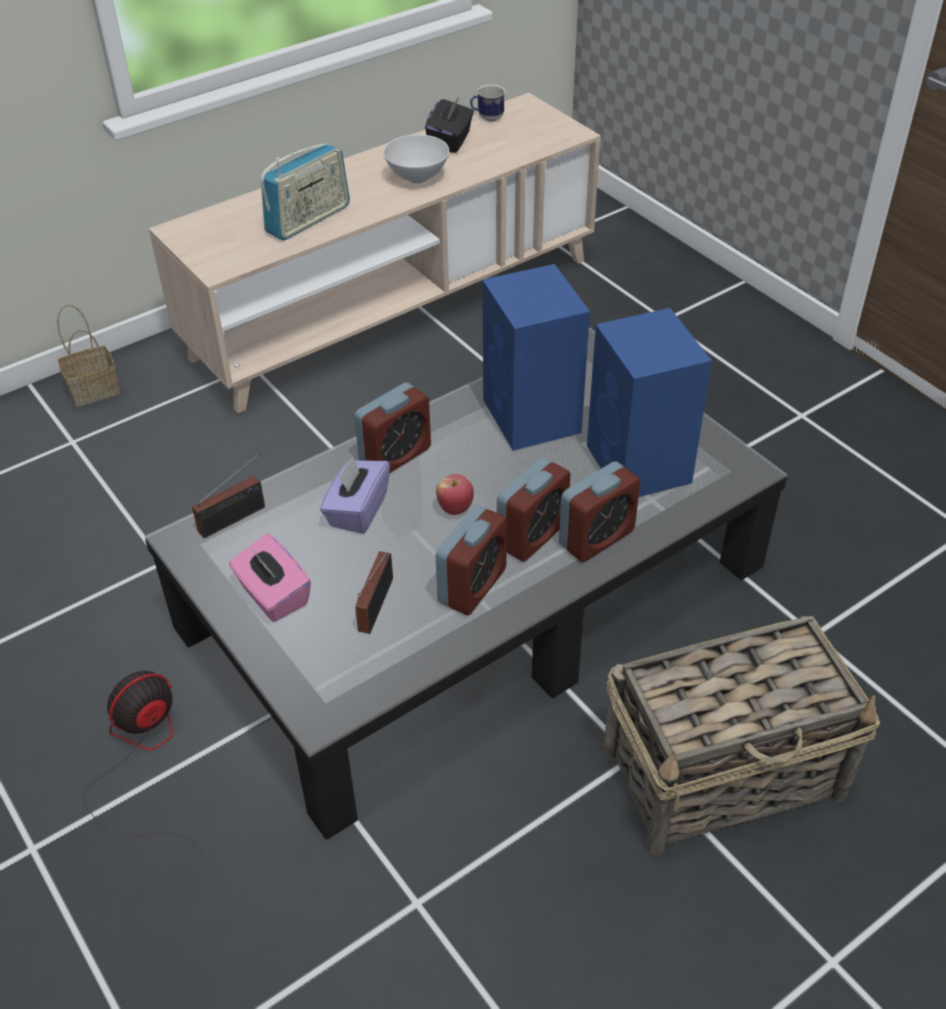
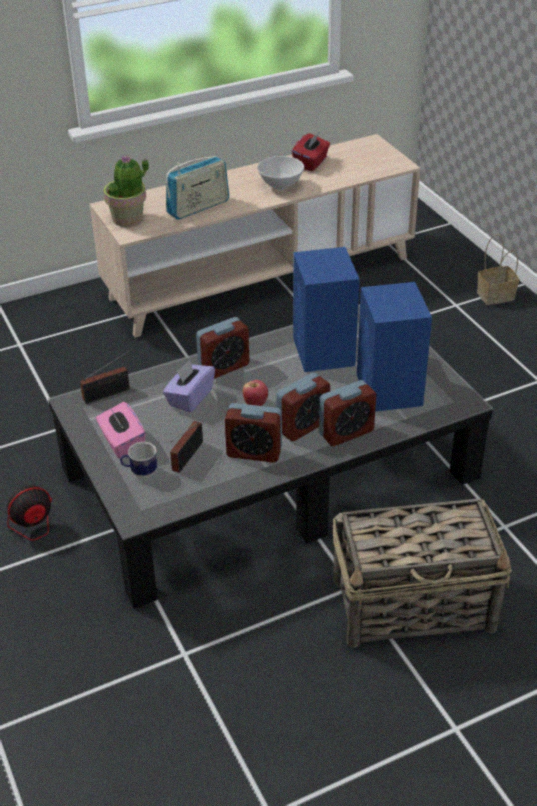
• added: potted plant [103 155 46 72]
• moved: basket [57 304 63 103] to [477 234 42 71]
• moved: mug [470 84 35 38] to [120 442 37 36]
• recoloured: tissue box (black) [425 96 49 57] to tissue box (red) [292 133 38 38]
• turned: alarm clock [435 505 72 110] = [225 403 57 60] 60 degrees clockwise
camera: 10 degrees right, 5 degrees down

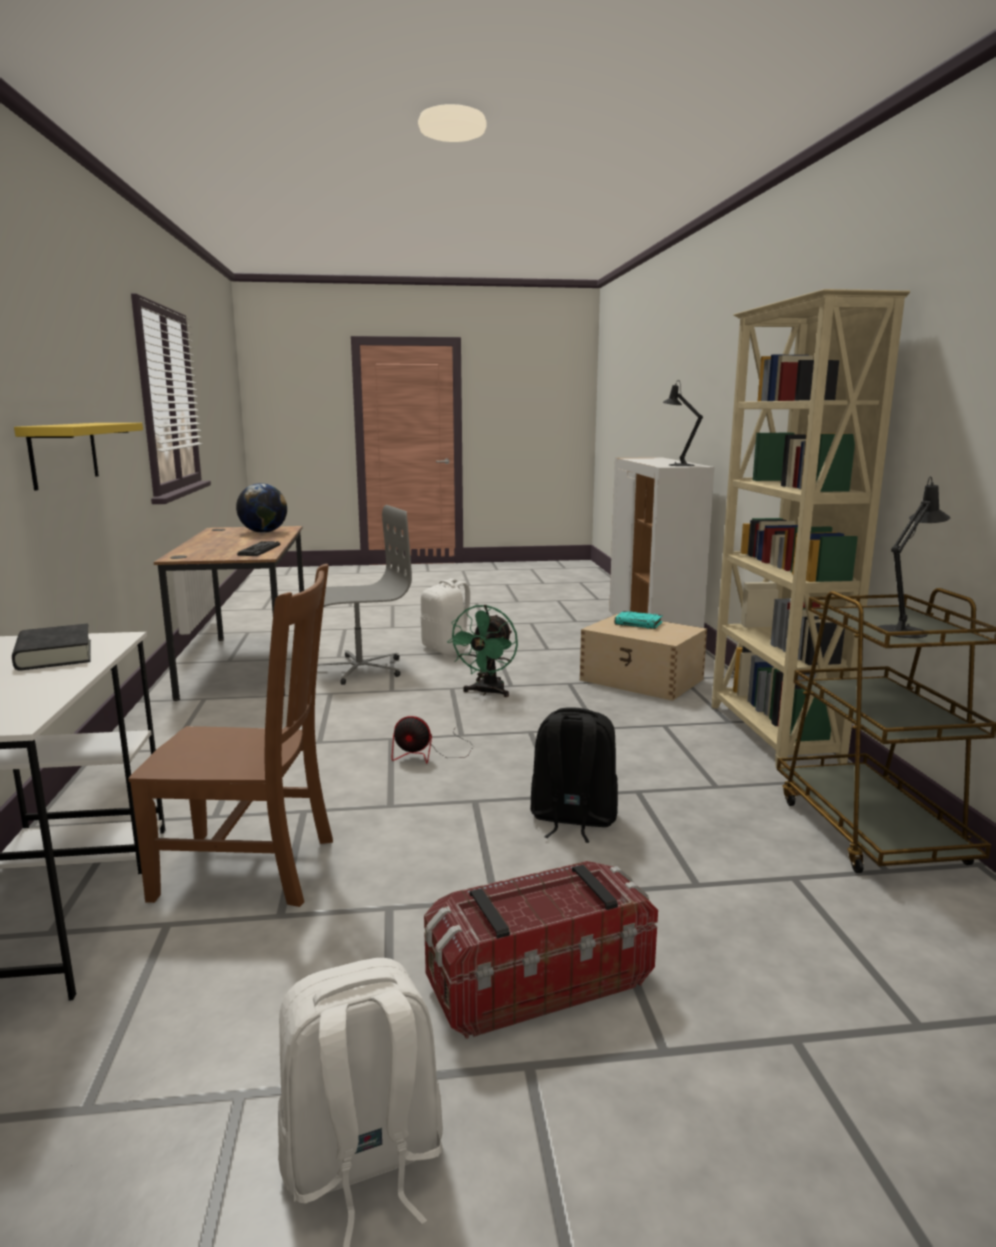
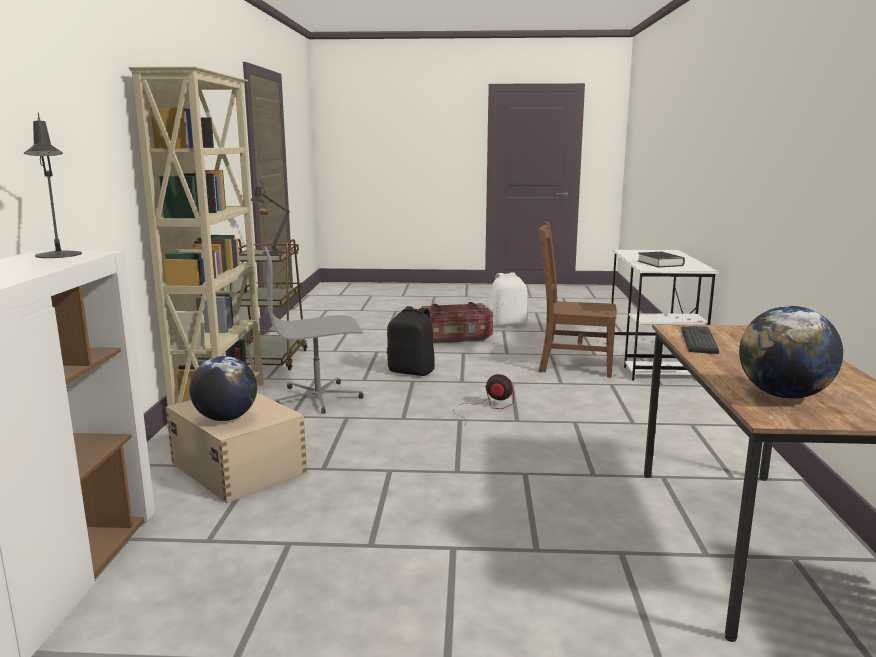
• removed: shelf (yellow) [14 423 129 68]
• removed: backpack (white) [421 578 50 77]
• removed: fan (green) [447 605 71 92]
• moved: office chair (grey) [318 505 94 180] to [265 247 99 167]
• replaced: book (turquoise) [615 611 48 18] to globe [189 356 68 65]
camera: 170 degrees left, 0 degrees up

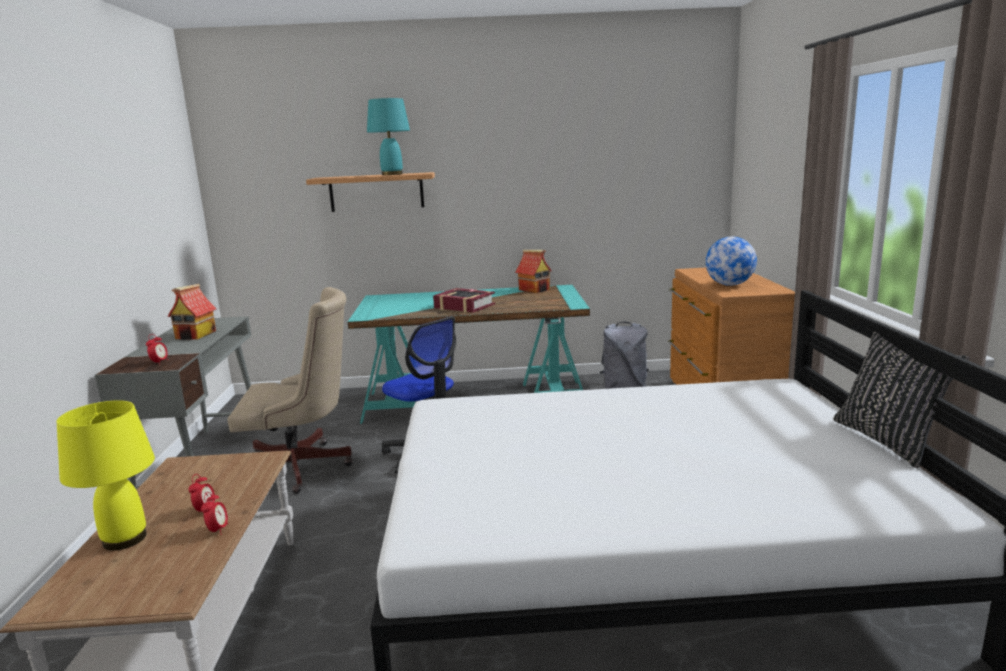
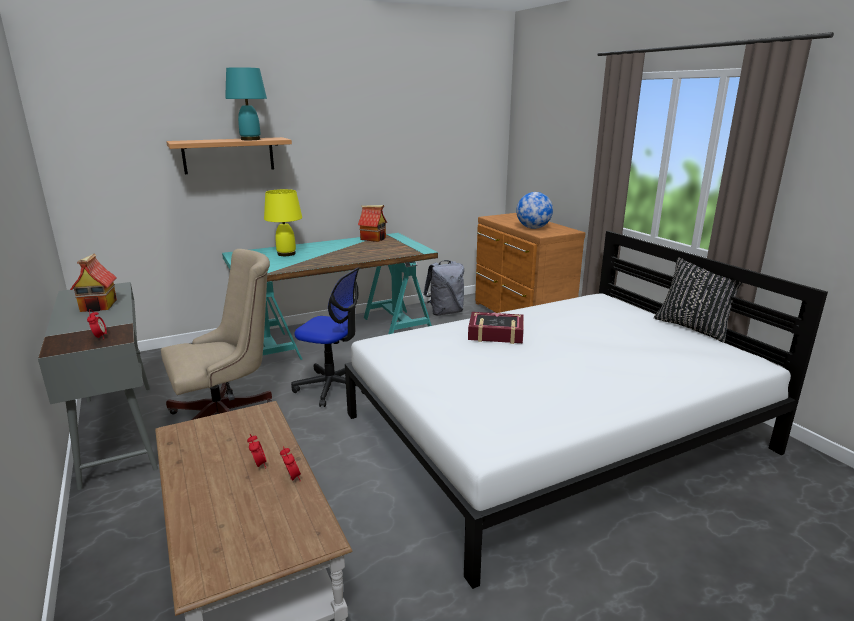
• moved: table lamp (yellow) [57 400 98 151] to [264 189 38 67]
• moved: book [433 288 62 25] to [468 312 56 32]
camera: 25 degrees left, 5 degrees up

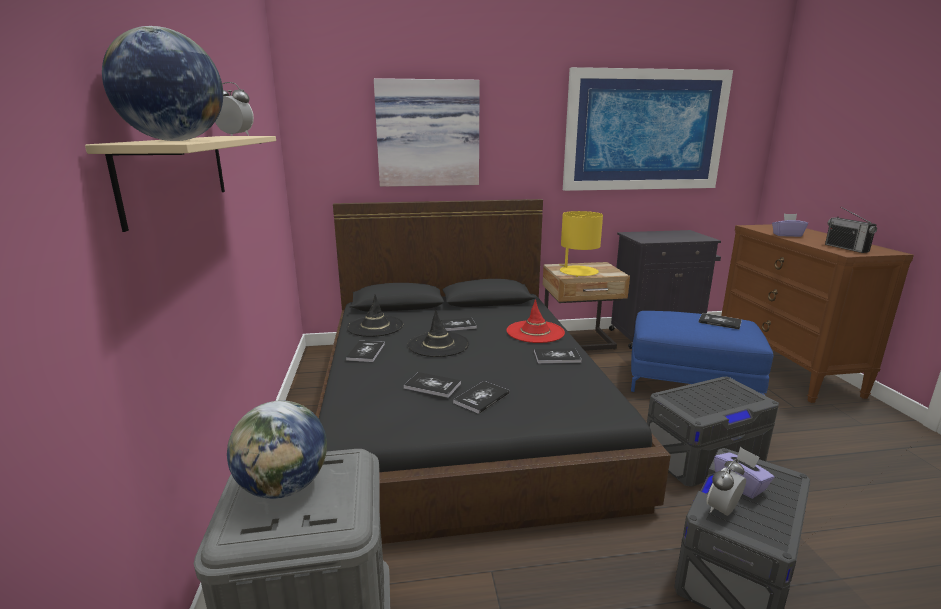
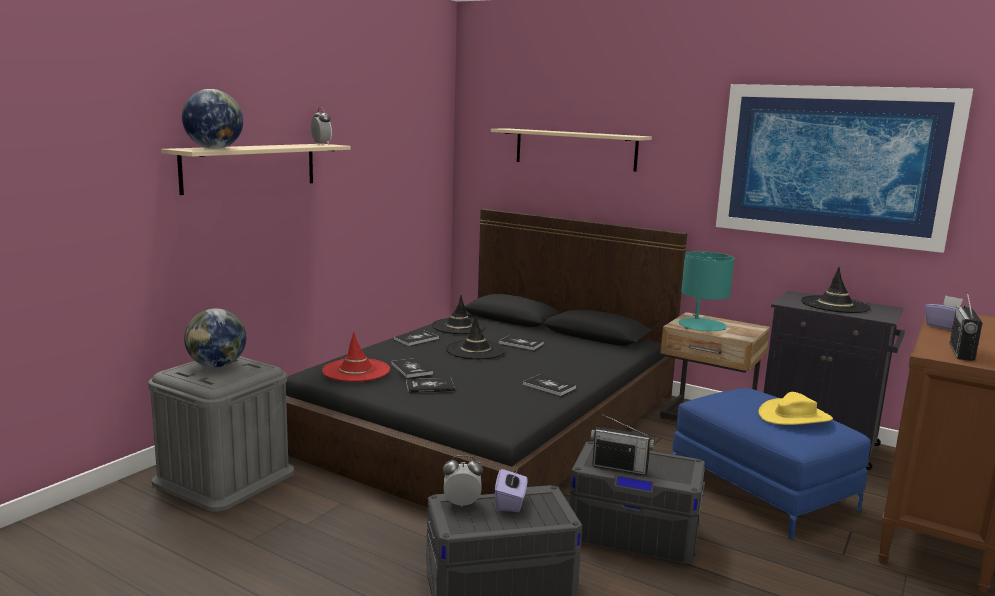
• added: radio [591 414 63 61]
• added: hat (black) [801 267 70 46]
• moved: hat (red) [507 299 58 44] to [322 332 68 50]
• replaced: picture [374 78 106 109] to shelf (beige) [491 128 161 44]
• replaced: book [698 313 44 17] to hat (yellow) [758 392 75 33]
• recoloured: table lamp (yellow) [559 211 44 66] to table lamp (turquoise) [678 251 56 80]
camera: 40 degrees right, 5 degrees down

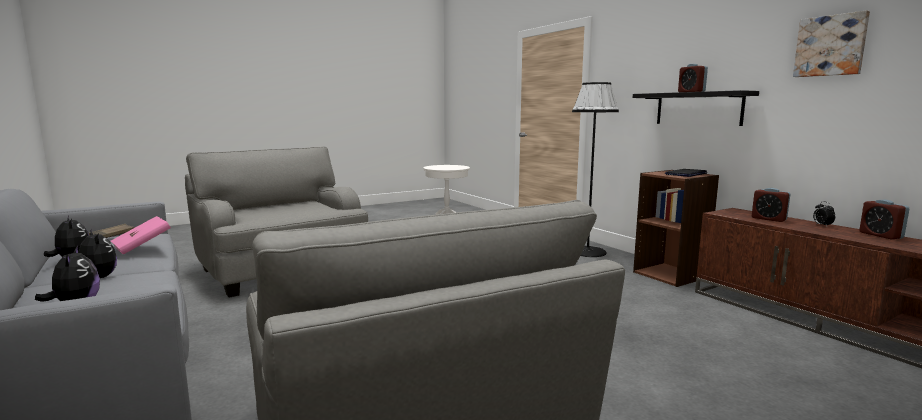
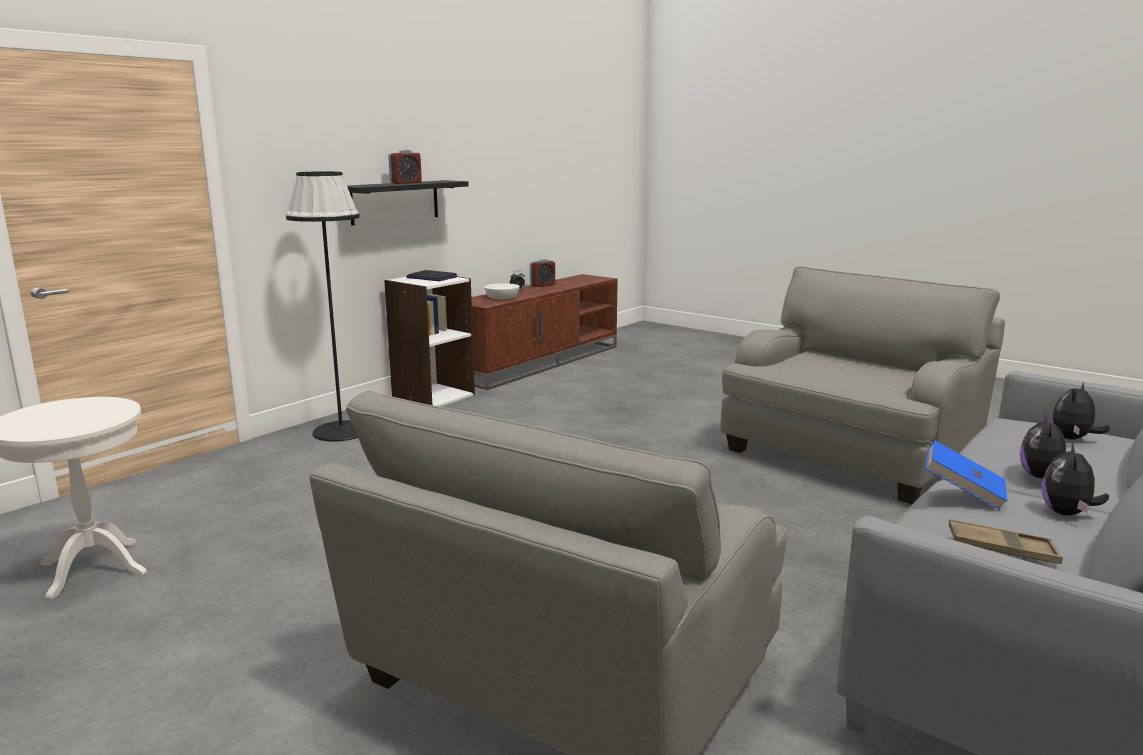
• removed: picture [793 10 77 67]
• replaced: alarm clock [752 188 39 34] to bowl (white) [484 283 36 16]
• recoloured: book (pink) [111 216 60 39] to book (blue) [926 440 81 70]
• recoloured: bookcase (brown) [633 170 86 117] to bookcase (white) [384 276 91 131]
camera: 110 degrees left, 5 degrees up

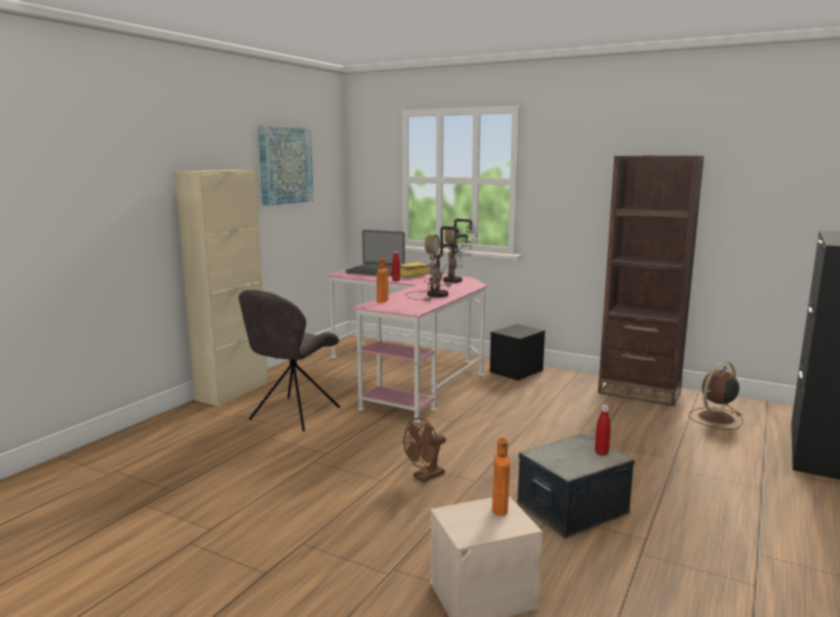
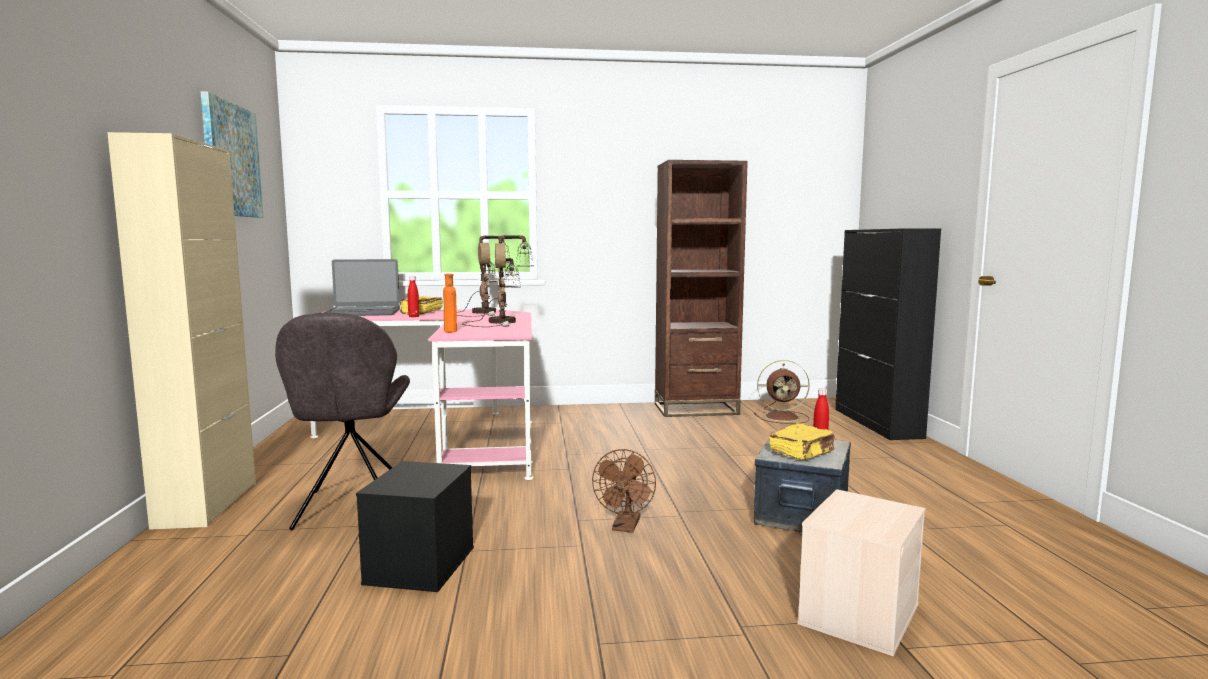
• removed: bottle (orange) [492 438 18 78]
• added: book (yellow) [769 423 66 37]
• moved: storage box (black) [490 324 55 57] to [356 461 118 131]
• turned: fan (brown) [688 361 55 69] = [754 360 56 64] 105 degrees counterclockwise
camera: 35 degrees left, 5 degrees down

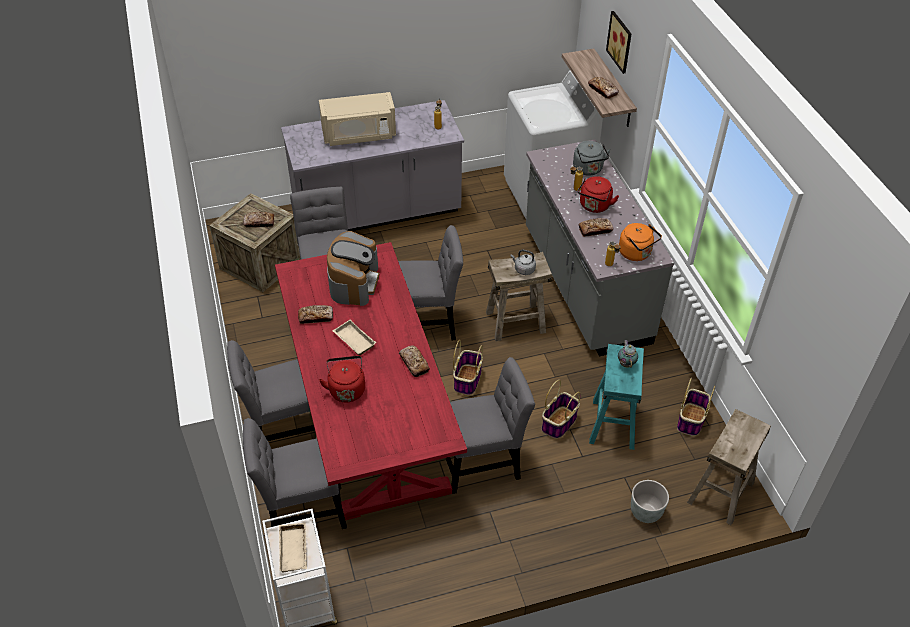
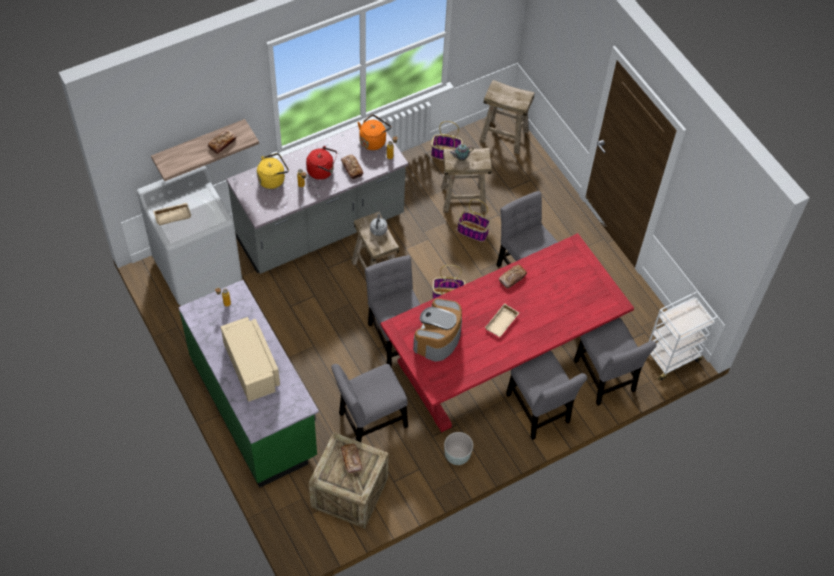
• removed: bread [298 305 35 19]
• removed: kettle (red) [319 356 46 46]
• removed: picture [606 11 25 63]
• moved: tray (beige) [279 523 28 50] to [153 203 39 23]
• moved: planter (grey) [631 480 38 43] to [444 432 29 33]
• recoloured: counter (grey) [281 100 183 131] to counter (green) [178 280 141 208]
• recoloured: kettle (grey) [573 141 37 35] to kettle (yellow) [257 153 32 36]
• recoloured: stool (turquoise) [589 344 55 106] to stool (beige) [441 148 51 65]
• turned: coffee machine [327 231 53 75] = [413 298 49 63] 60 degrees counterclockwise
camera: 105 degrees left, 10 degrees up

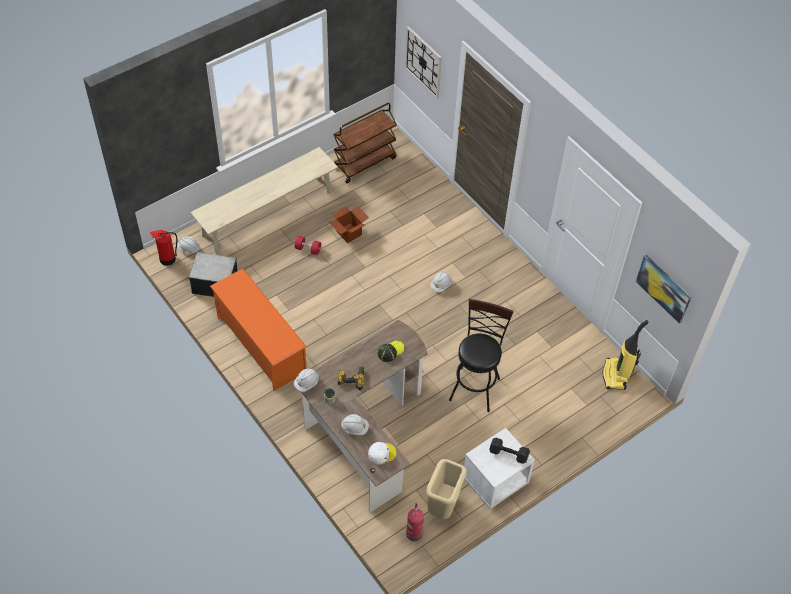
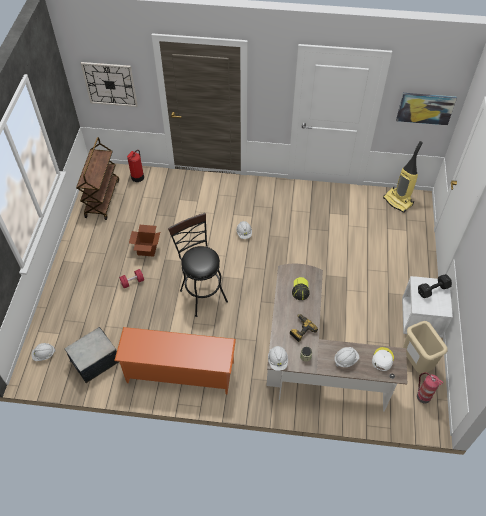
• removed: bench (beige) [190 147 148 106]
• moved: fire extinguisher [150 230 27 36] to [127 150 17 32]
• moved: stool (black) [449 299 65 113] to [168 213 60 104]
camera: 45 degrees left, 0 degrees up

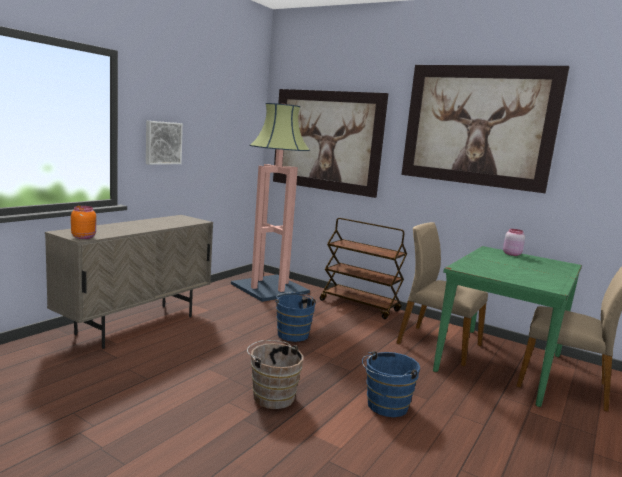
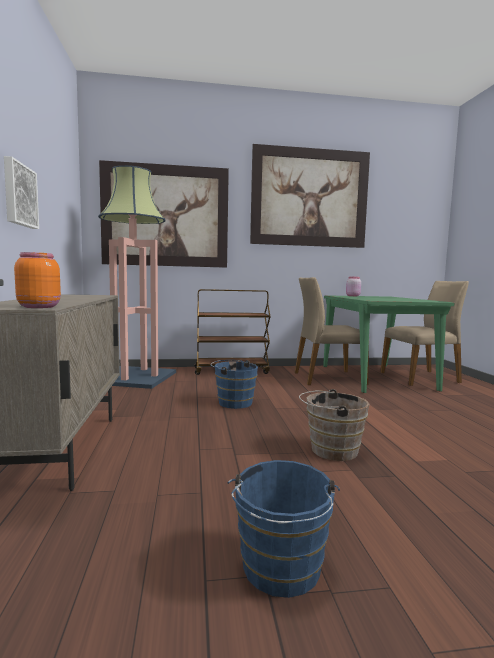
• moved: bucket (blue) [362 351 58 66] to [227 460 113 138]
camera: 40 degrees left, 5 degrees down

